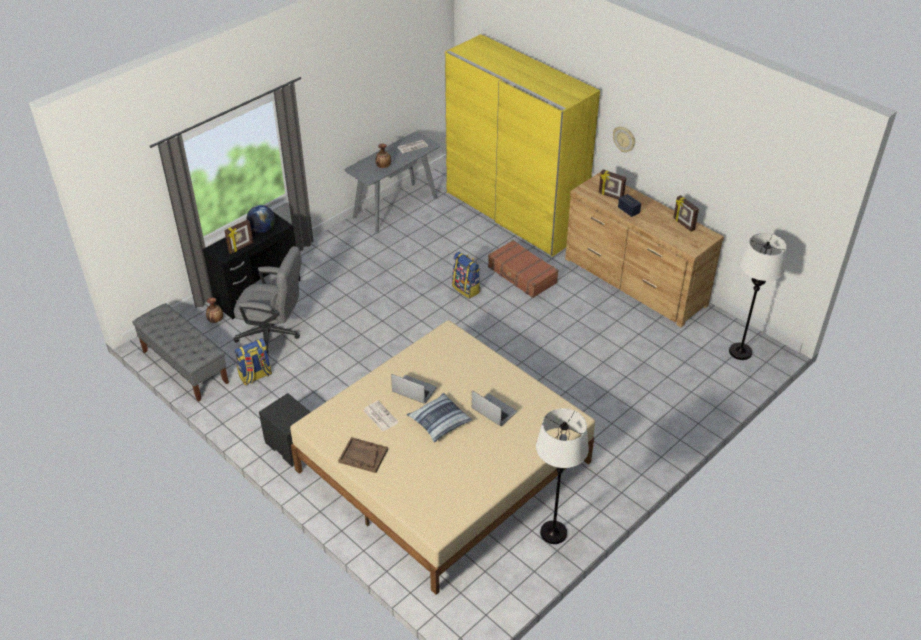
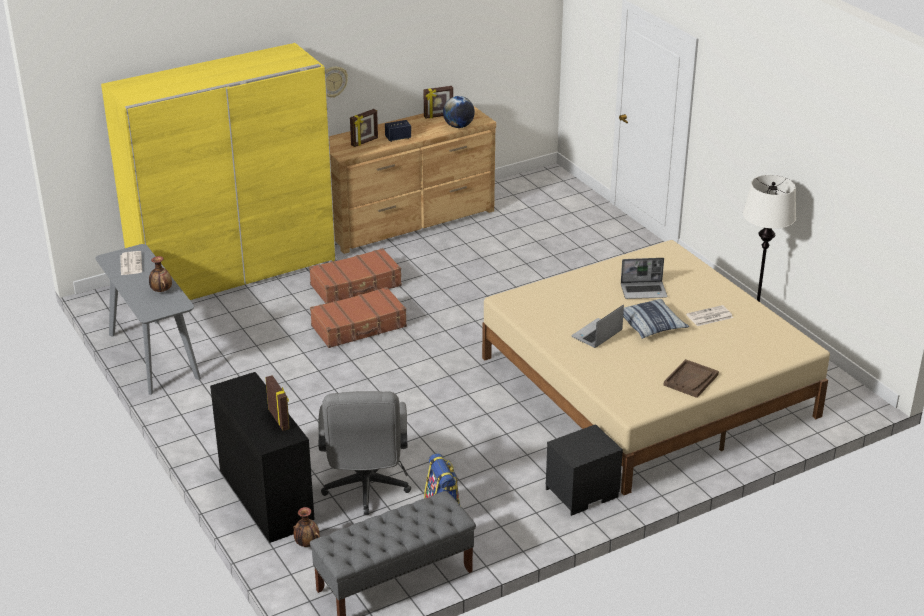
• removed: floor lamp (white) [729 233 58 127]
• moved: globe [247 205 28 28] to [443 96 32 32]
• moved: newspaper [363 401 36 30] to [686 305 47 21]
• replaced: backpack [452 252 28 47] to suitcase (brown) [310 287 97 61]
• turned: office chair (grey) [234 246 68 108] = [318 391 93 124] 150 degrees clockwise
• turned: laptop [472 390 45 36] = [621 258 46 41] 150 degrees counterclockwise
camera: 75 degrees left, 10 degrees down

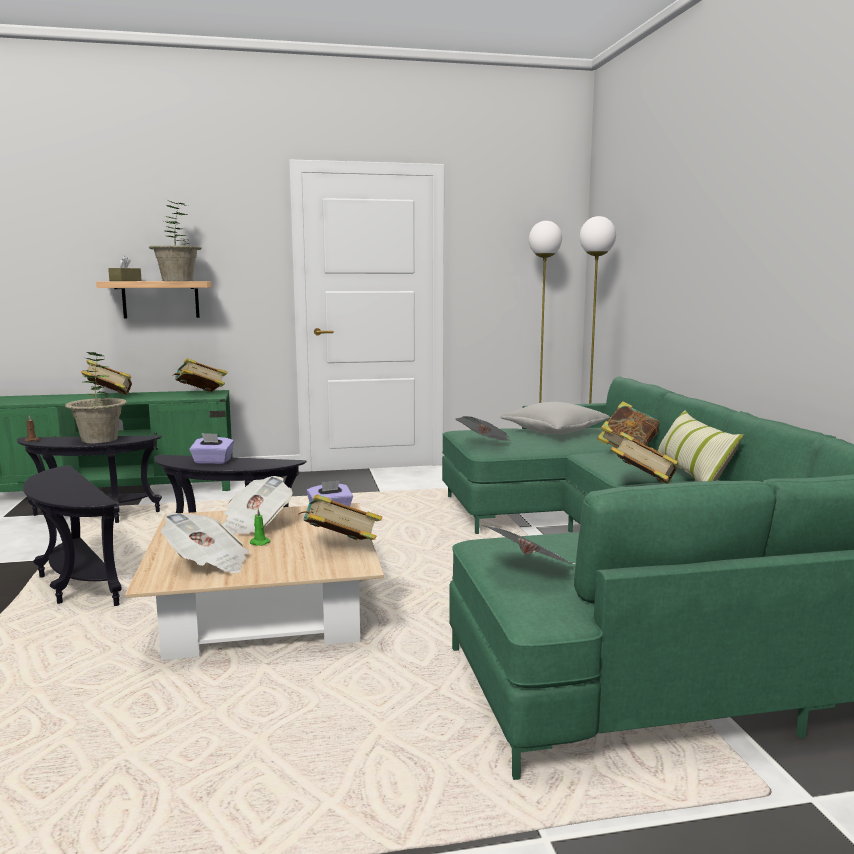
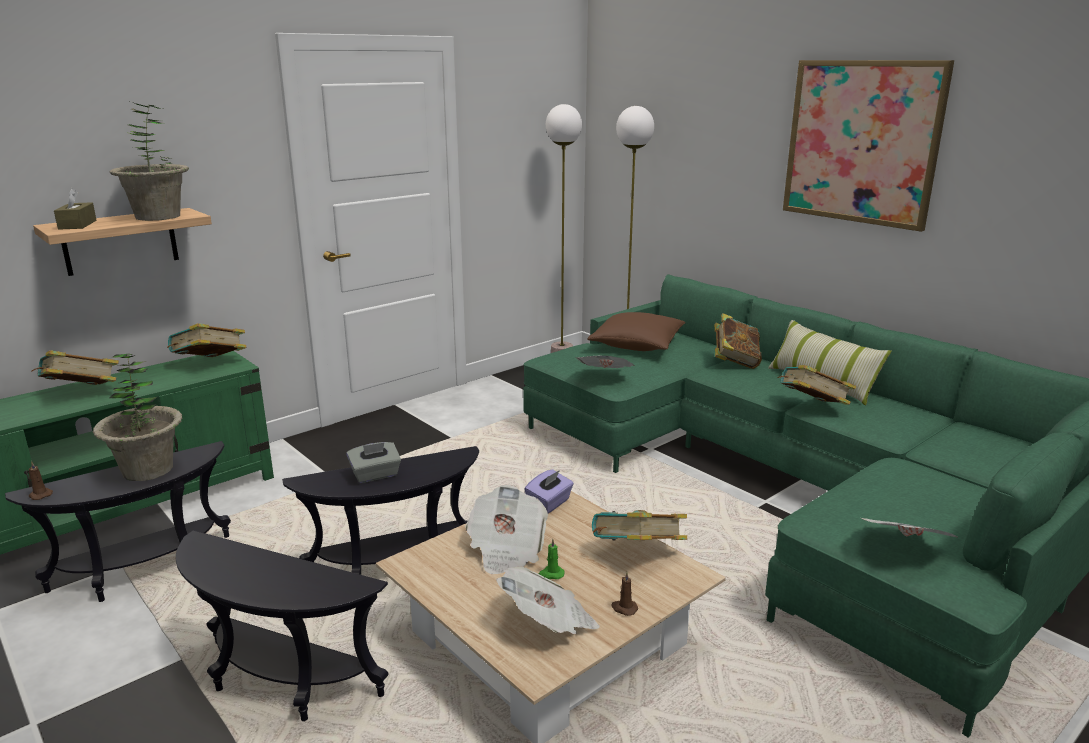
• added: candle (brown) [611 572 27 44]
• added: picture [783 60 171 172]
• recoloured: tissue box (purple) [189 433 45 31] to tissue box (grey) [347 442 54 41]
• recoloured: pillow (grey) [500 402 111 32] to pillow (brown) [587 312 99 39]
camera: 30 degrees left, 10 degrees up

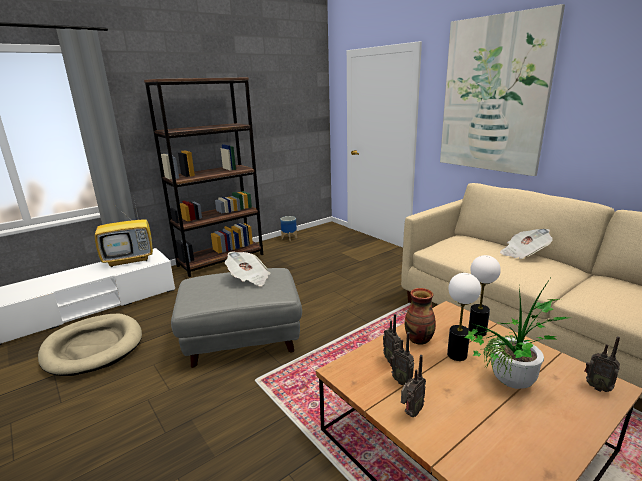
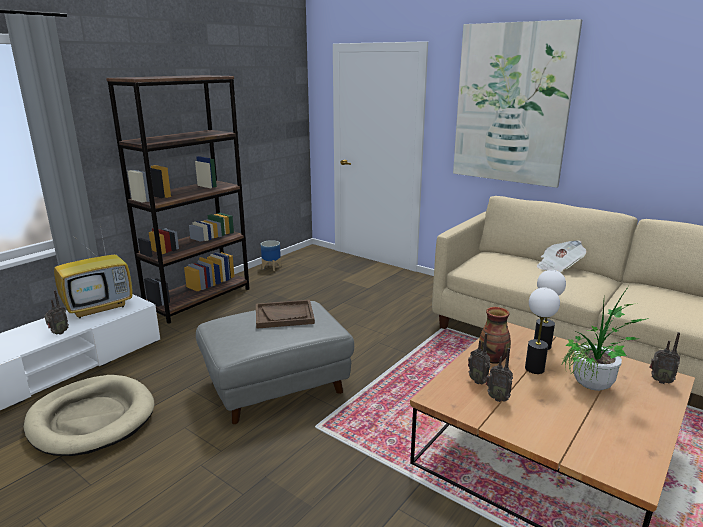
• moved: radio [401 355 25 63] to [45 290 24 45]
• replaced: newspaper [225 251 45 35] to tray (brown) [256 300 59 29]
camera: 15 degrees left, 0 degrees up

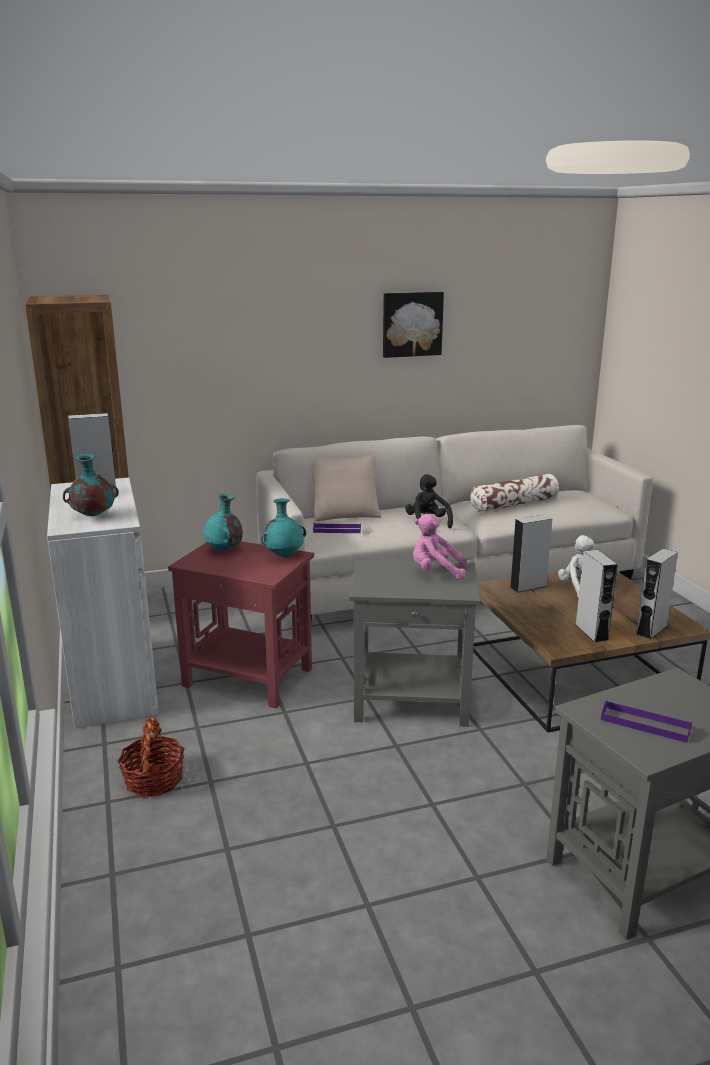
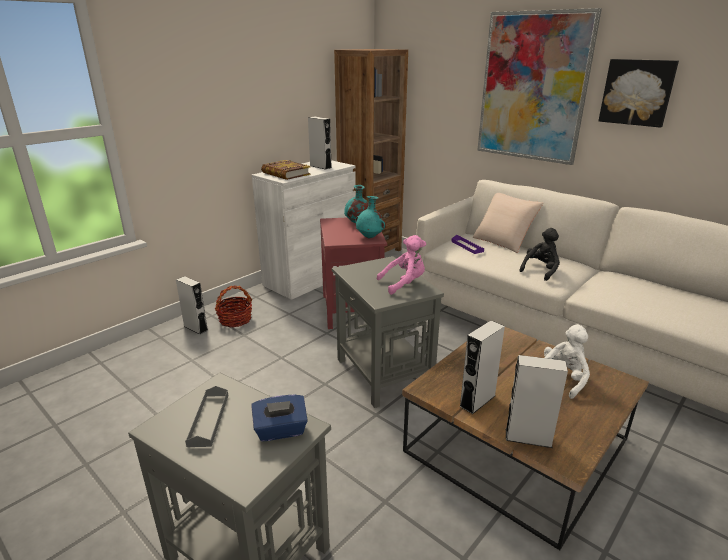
• removed: pillow [470 474 89 38]
• added: tissue box (blue) [251 395 57 46]
• added: picture [477 8 125 157]
• moved: speaker (grey) [510 515 42 78] to [176 276 32 59]
• replaced: vase (turquoise) [63 454 56 62] to book [261 160 50 20]
• recoloured: tray (purple) [601 700 91 43] to tray (grey) [185 386 43 61]
• turned: plush toy (pink) [413 514 54 66] = [377 235 49 60] 90 degrees clockwise
camera: 60 degrees right, 5 degrees up

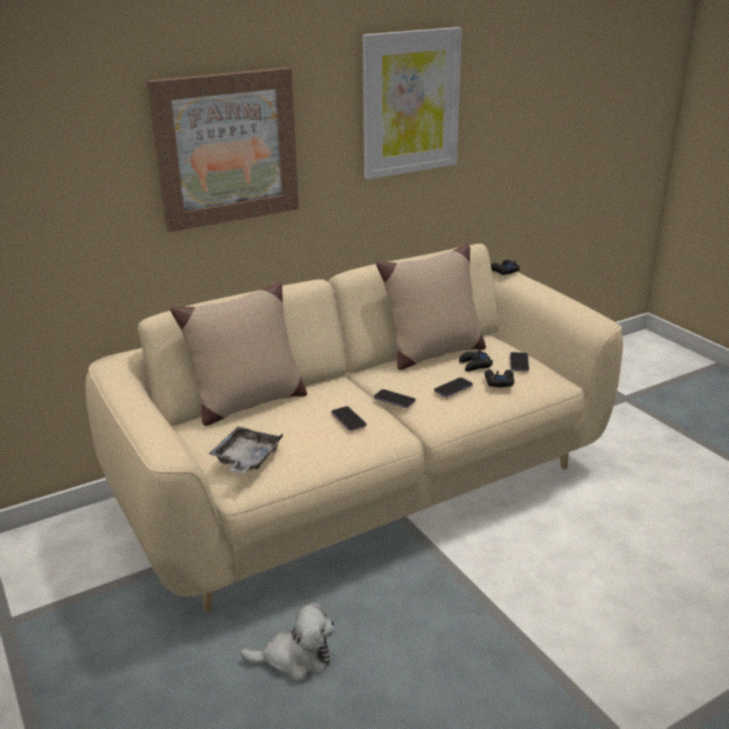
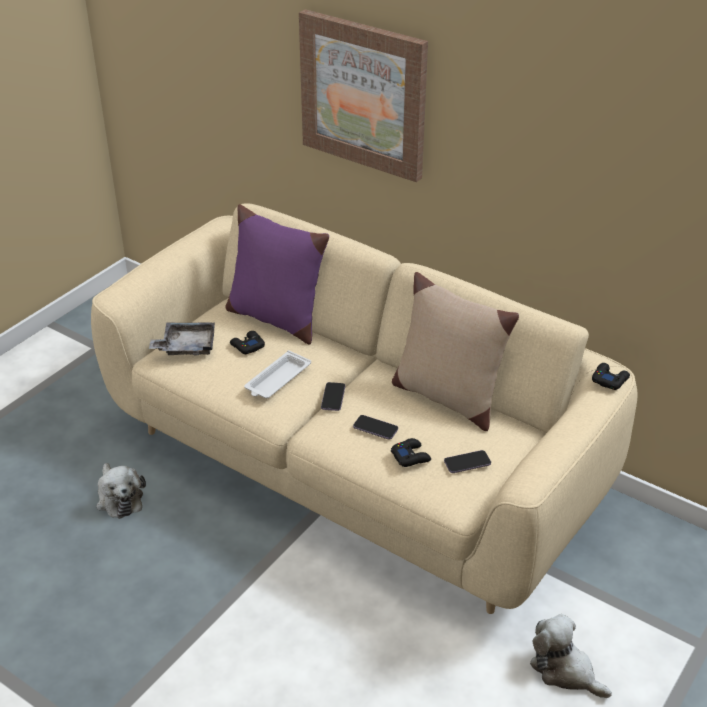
• removed: picture [362 27 100 152]
• added: plush toy [530 614 82 84]
• moved: game controller (black) [459 349 34 22] to [230 331 35 23]
• replaced: phone [331 406 35 25] to tray (white) [244 350 67 48]
• recoloured: pillow (beige) [170 281 137 145] to pillow (purple) [226 204 103 141]
camera: 65 degrees right, 10 degrees up

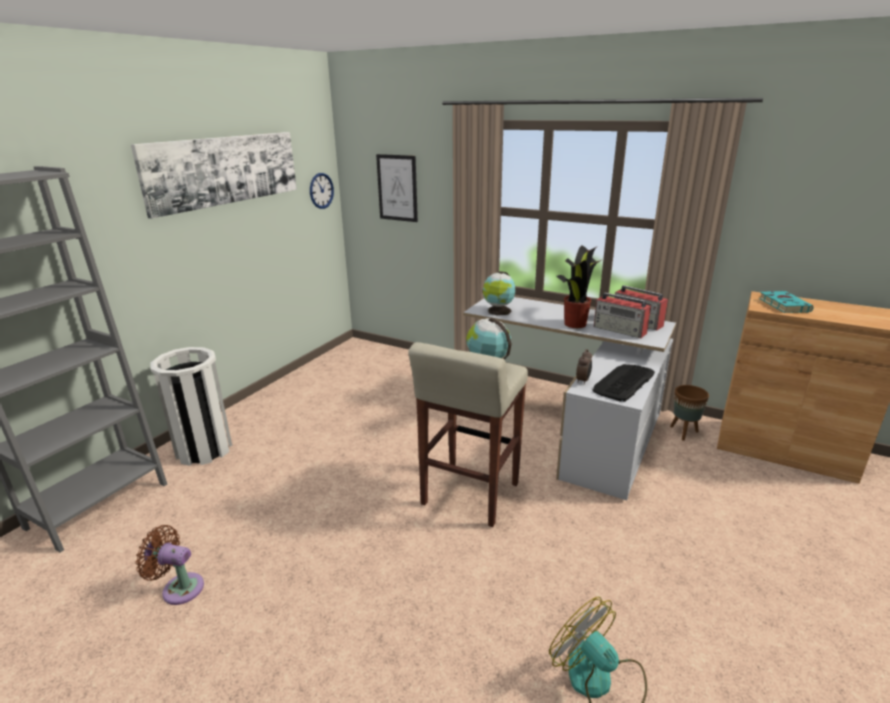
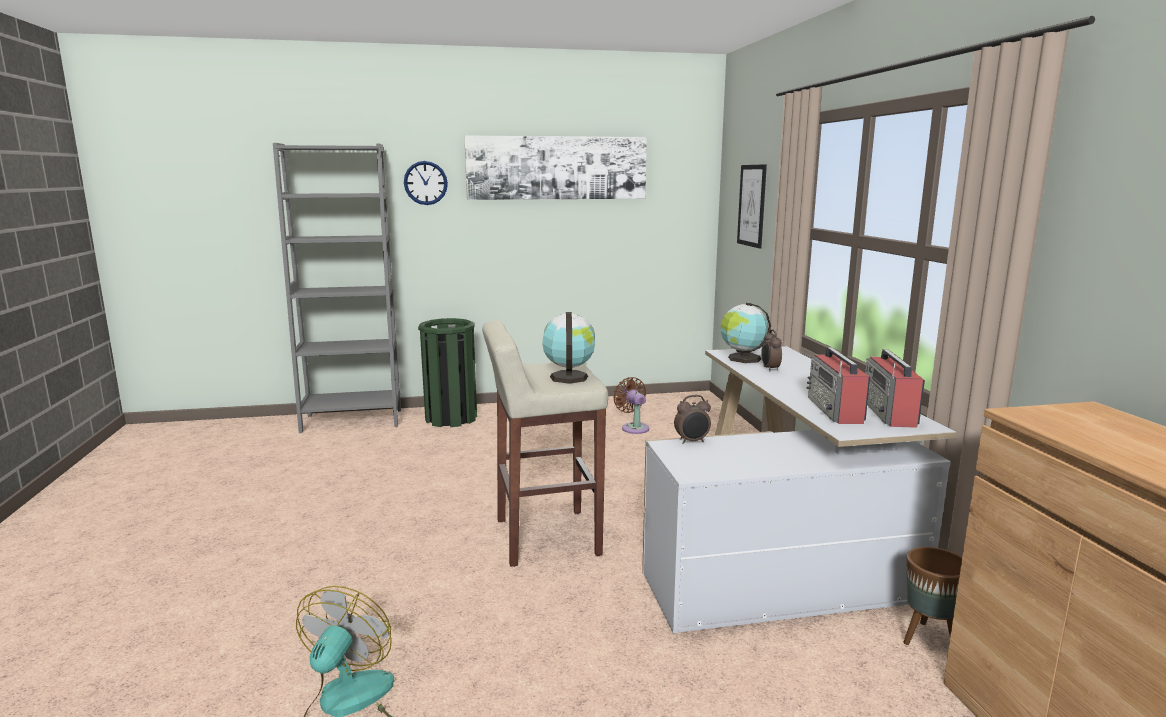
• removed: potted plant [556 245 47 83]
• removed: keyboard [592 364 63 38]
• removed: book (turquoise) [759 291 55 22]
• added: alarm clock [761 330 21 41]
• moved: fan (brown) [135 525 69 80] to [613 377 36 57]
• moved: wall clock [310 173 24 36] to [404 161 44 44]
• recoloured: trash can (white) [151 347 81 119] to trash can (green) [418 318 59 109]
camera: 50 degrees right, 10 degrees down

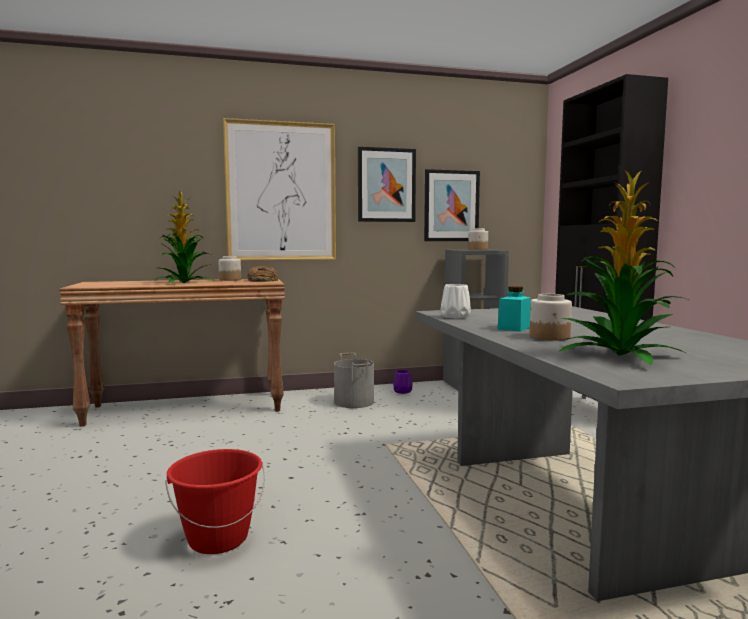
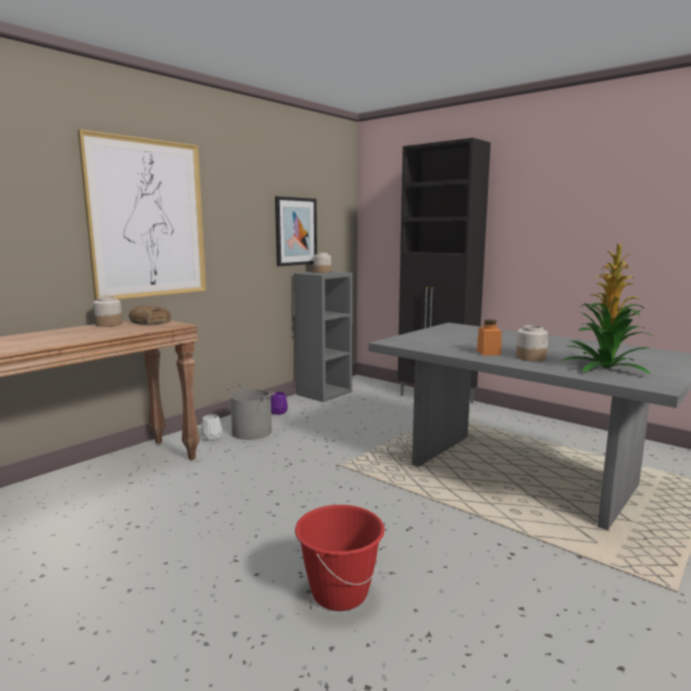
• removed: potted plant [151 191 62 92]
• removed: picture [358 146 58 76]
• moved: vase (white) [441 284 30 35] to [201 414 21 27]
• recoloured: jar (turquoise) [497 286 34 46] to jar (orange) [477 319 25 36]
camera: 35 degrees left, 5 degrees up

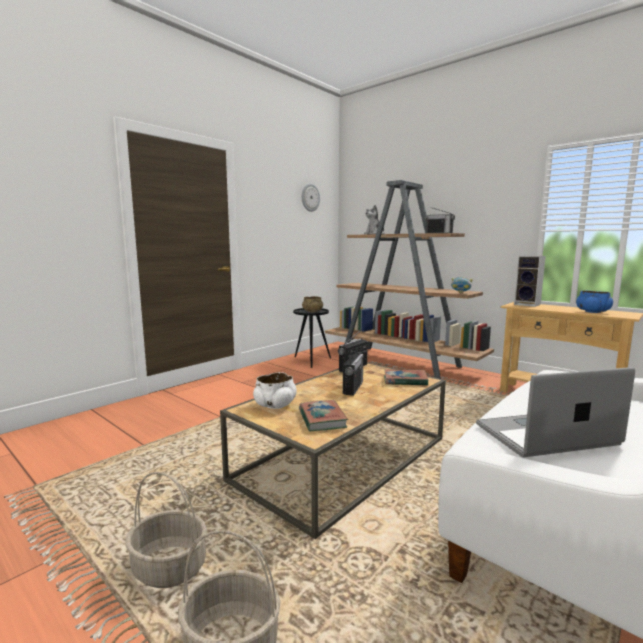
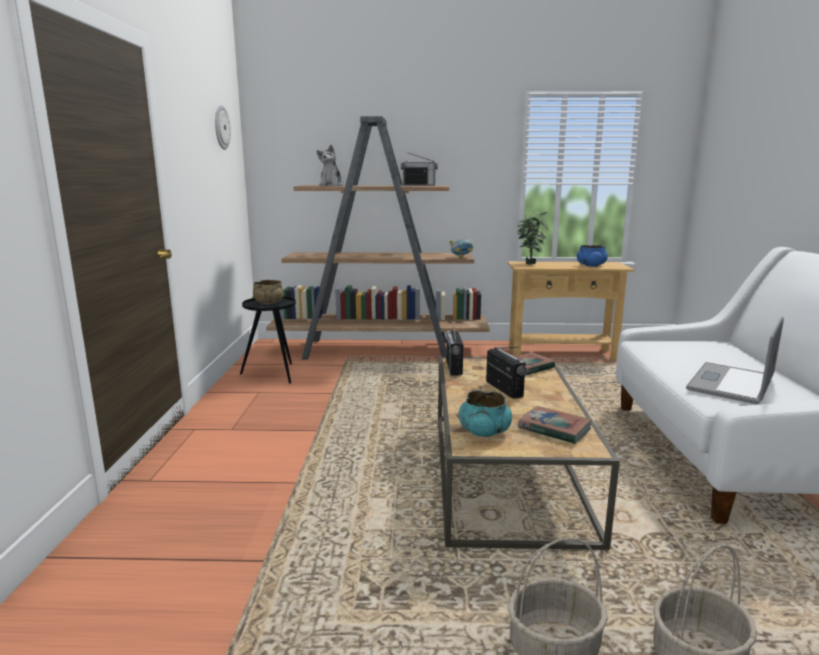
• replaced: speaker [514 256 32 51] to potted plant [517 212 31 52]
• recoloured: bowl (white) [253 372 44 37] to bowl (turquoise) [459 390 53 47]
camera: 40 degrees left, 5 degrees up

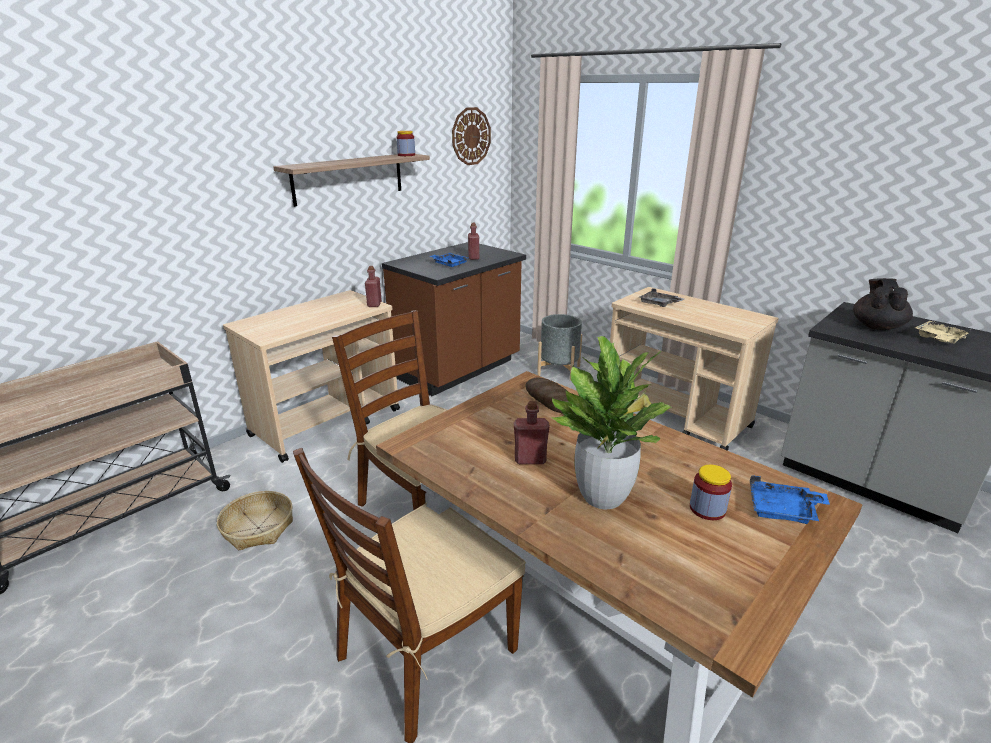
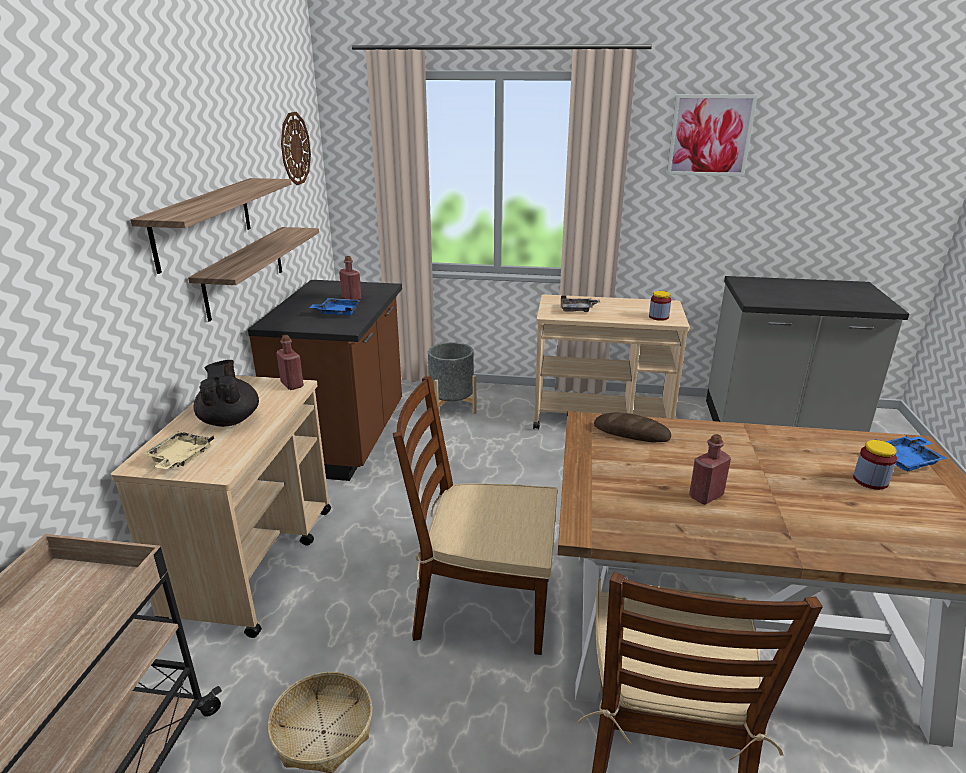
• removed: potted plant [551 336 122 173]
• added: shelf [188 227 131 95]
• added: picture [667 94 91 82]
• moved: jar [396 131 19 25] to [649 291 22 30]
• moved: teapot (black) [853 278 60 52] to [194 360 65 67]
• moved: tray (beige) [915 321 56 23] to [142 431 72 38]
camera: 35 degrees left, 0 degrees up

